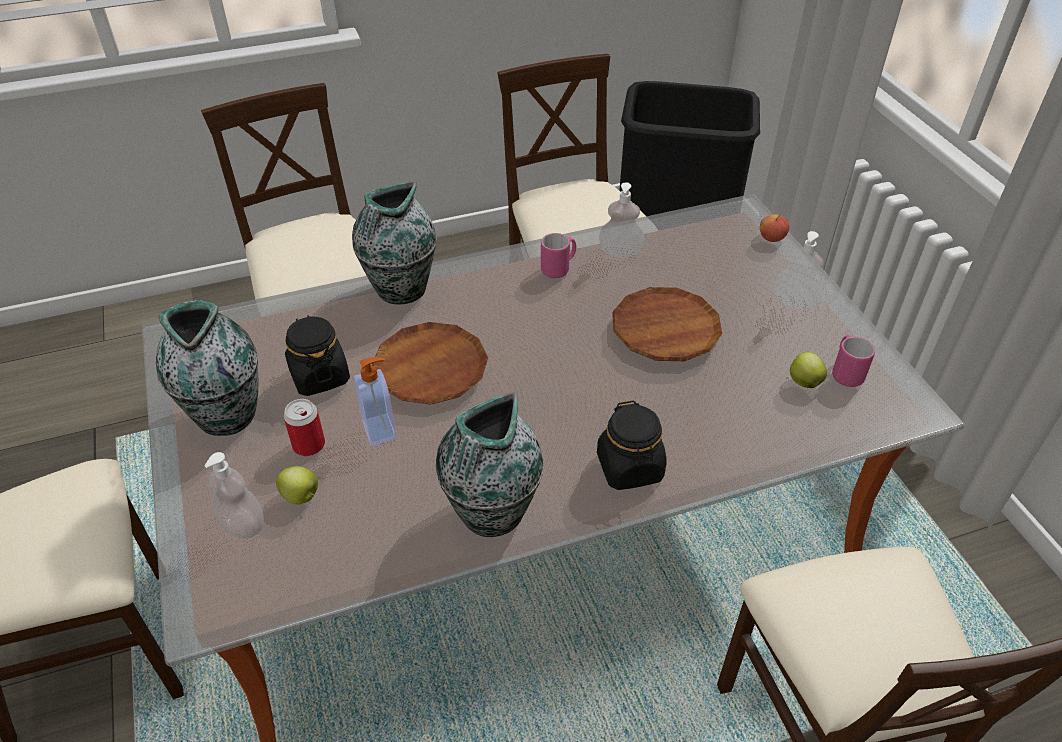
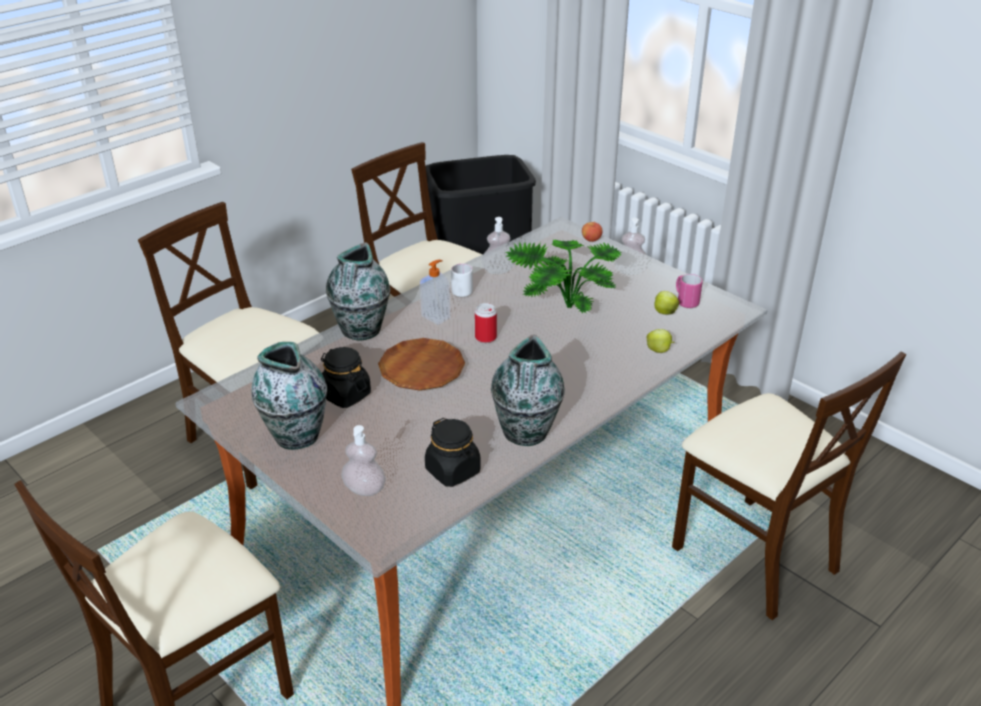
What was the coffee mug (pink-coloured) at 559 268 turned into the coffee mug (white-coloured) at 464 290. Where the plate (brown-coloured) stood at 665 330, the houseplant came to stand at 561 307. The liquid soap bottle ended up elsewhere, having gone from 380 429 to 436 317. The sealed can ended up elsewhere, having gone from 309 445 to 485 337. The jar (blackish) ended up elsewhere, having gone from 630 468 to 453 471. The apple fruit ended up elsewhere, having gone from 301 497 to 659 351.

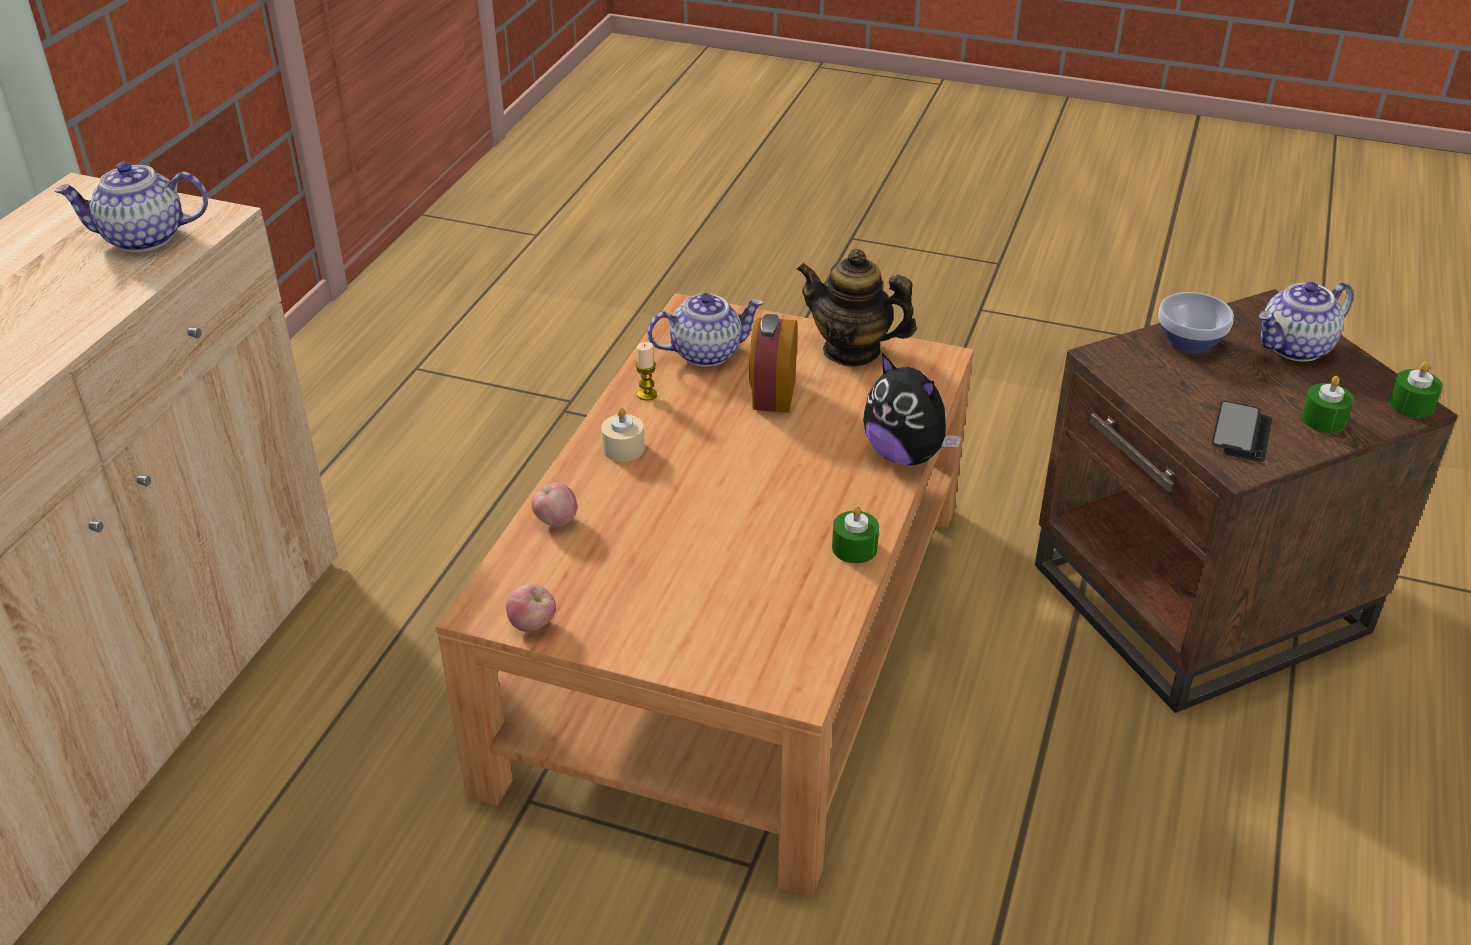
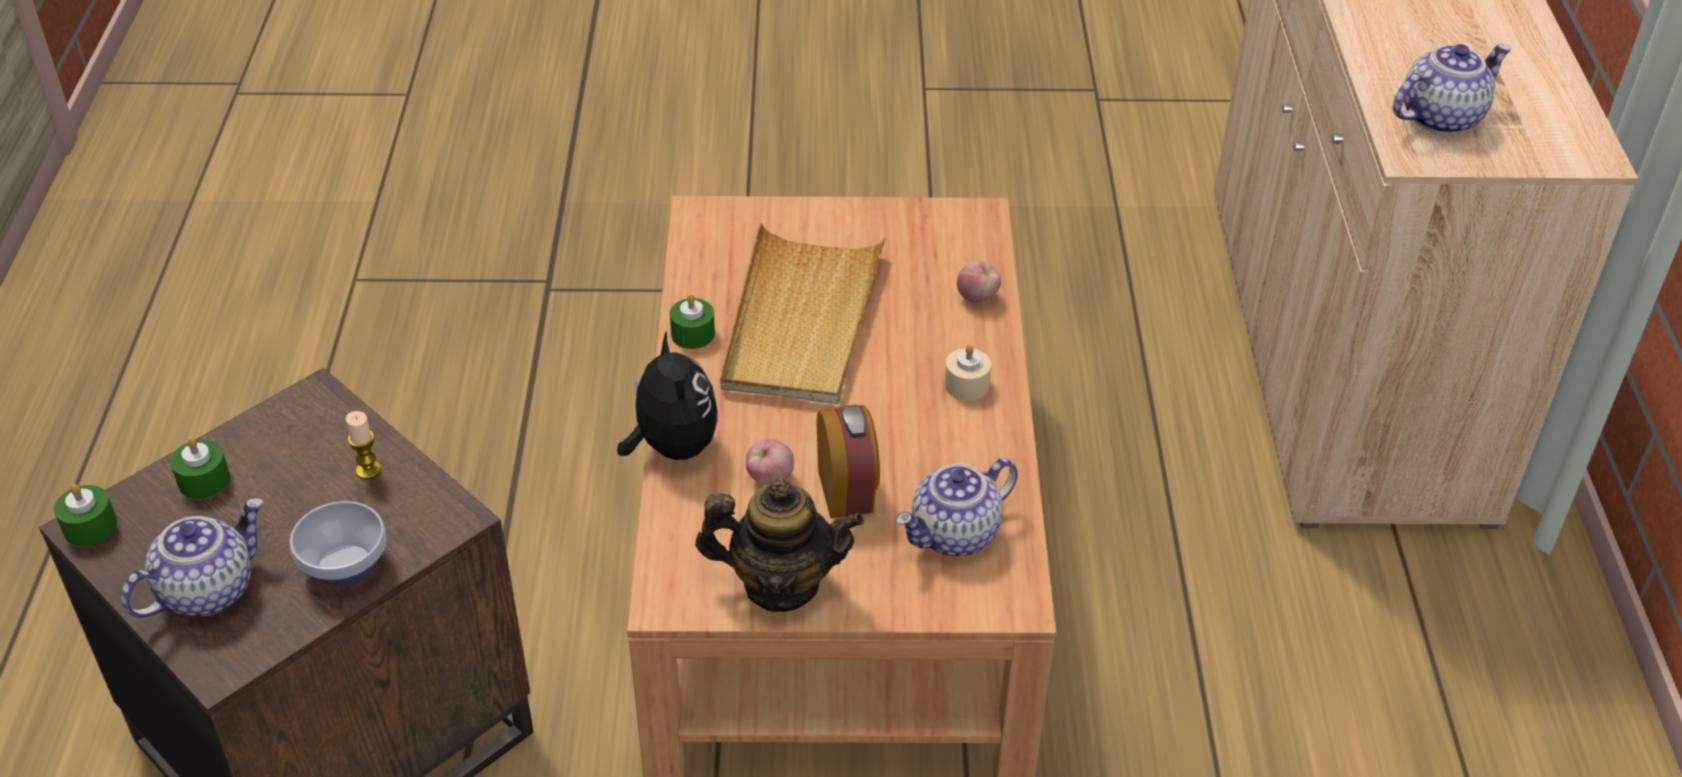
The wax light ended up elsewhere, having gone from 647 394 to 368 470. The plush toy at 905 455 ended up facing another way, 45 degrees clockwise from before. The second view lost the handset at 1241 433. The apple fruit ended up elsewhere, having gone from 533 625 to 770 478. The second view gained the serving tray (sand-coloured) at 801 321.

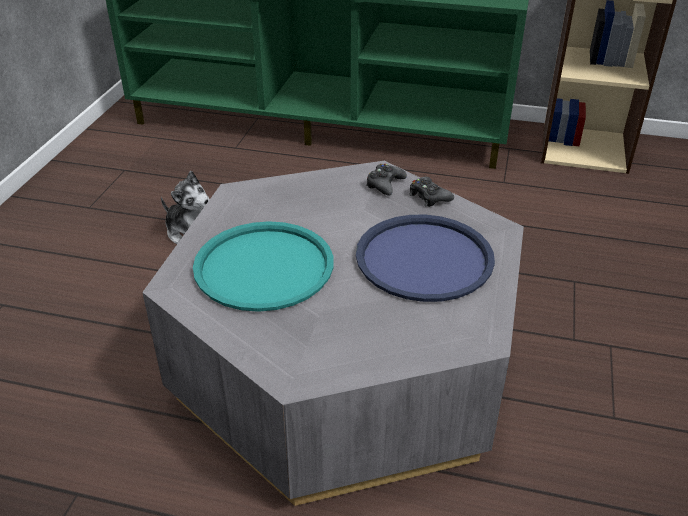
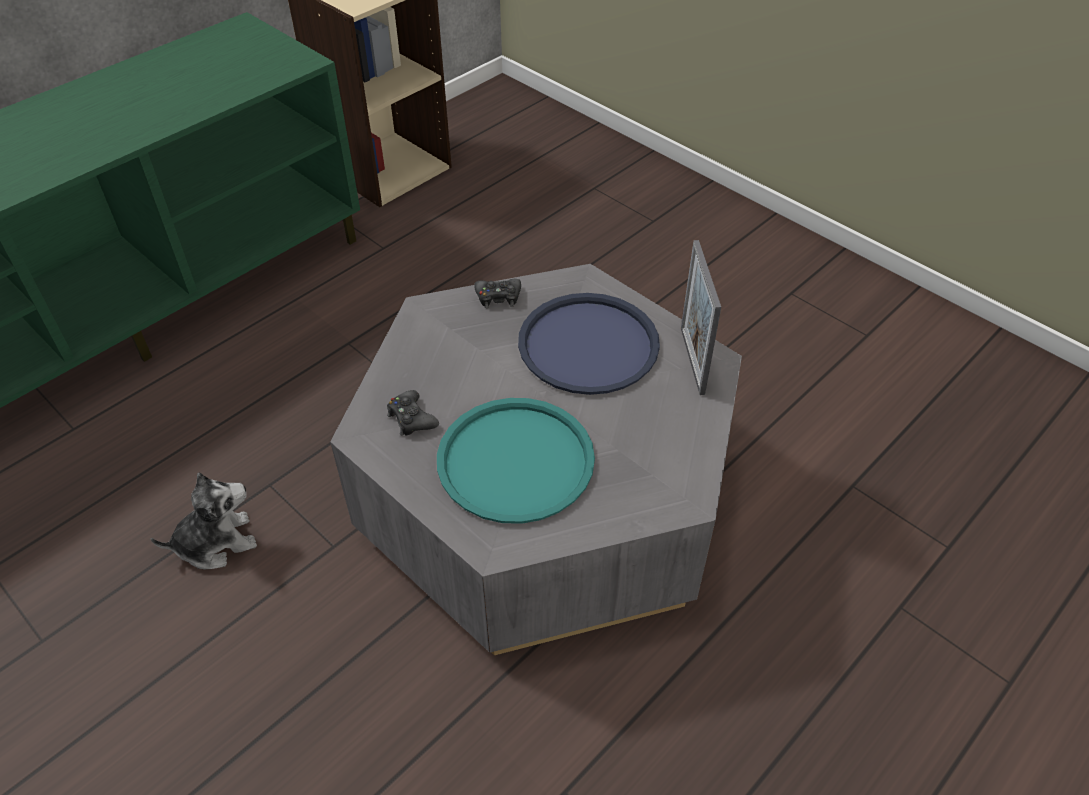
The game controller (blackish) ended up elsewhere, having gone from 385 184 to 411 418. The second view gained the standing frame at 692 360.

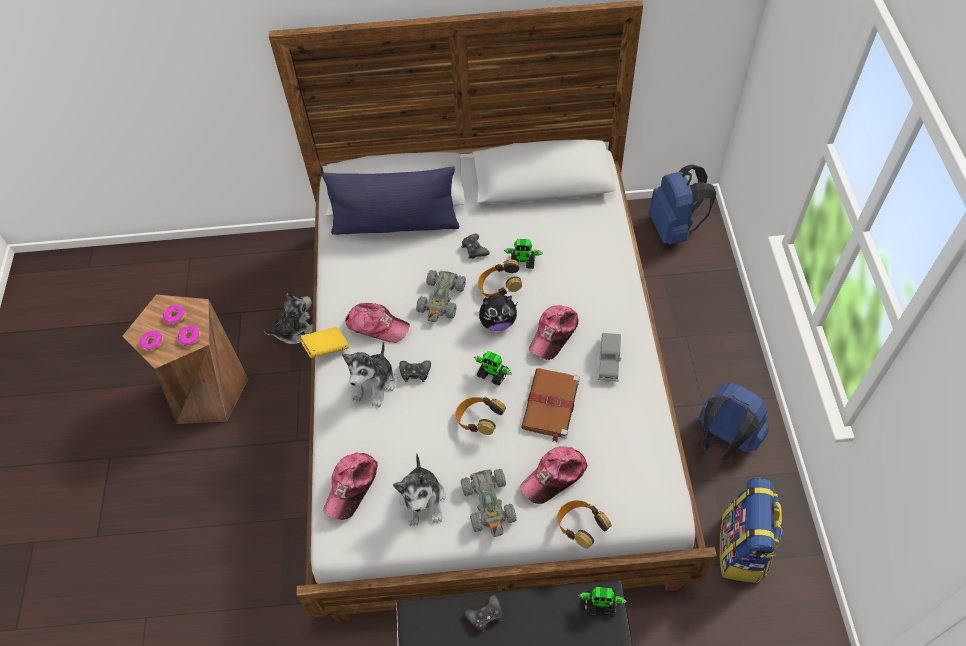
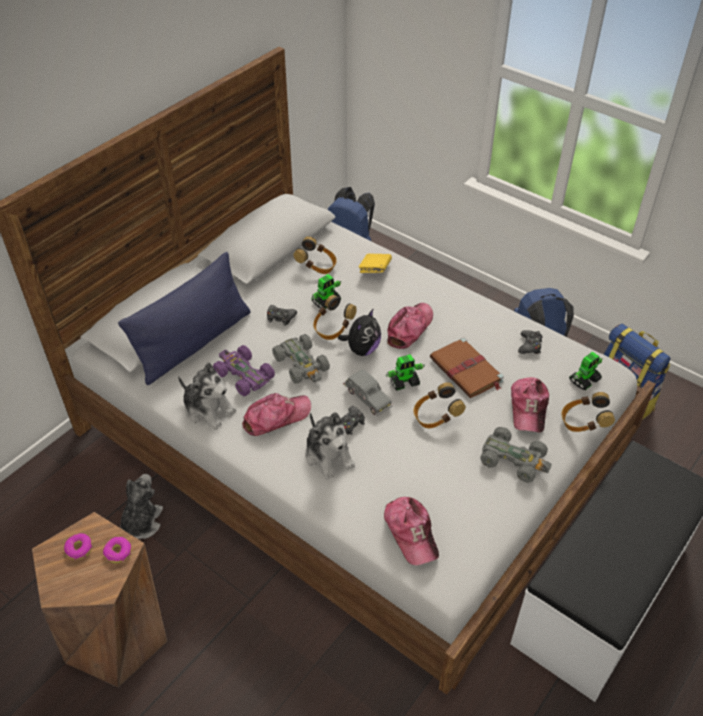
The cap at 554 334 ended up facing another way, 135 degrees counterclockwise from before. The book (yellow-coloured) ended up elsewhere, having gone from 326 348 to 375 271. The second view lost the doughnut at 153 343. The miniature car (gray) ended up elsewhere, having gone from 609 360 to 367 398. The plush toy ended up elsewhere, having gone from 423 500 to 208 409. The model robot ended up elsewhere, having gone from 601 604 to 584 380. The game controller (blackish) ended up elsewhere, having gone from 485 615 to 530 346. The second view gained the headphones at 317 266. The second view gained the miniature car (purple) at 243 375.

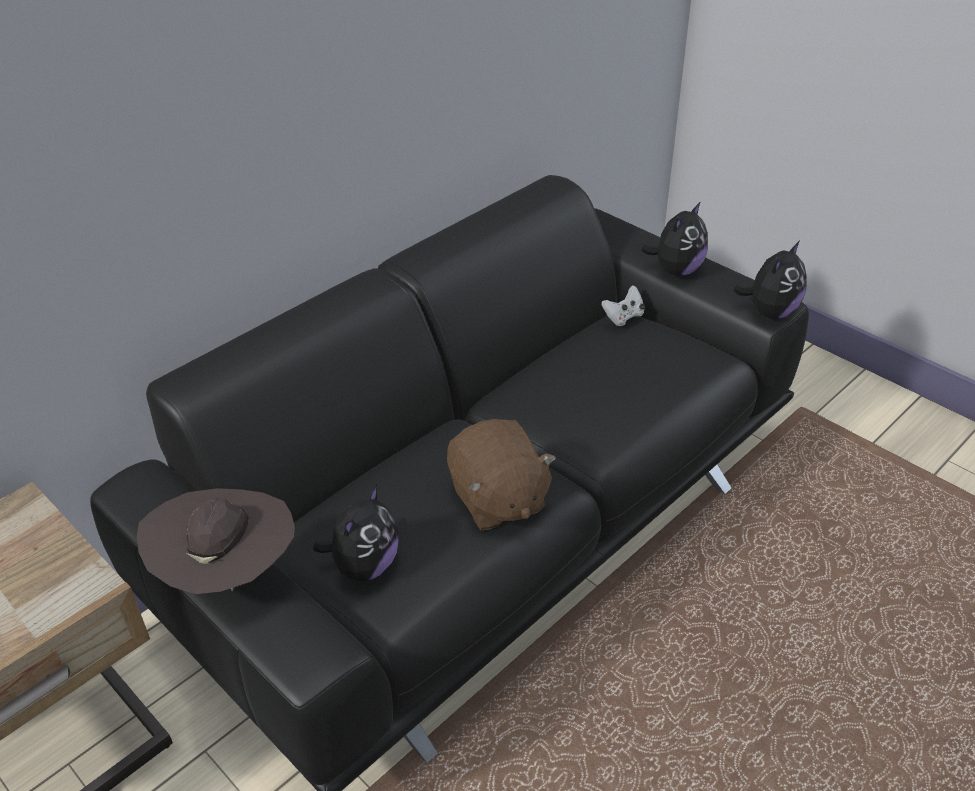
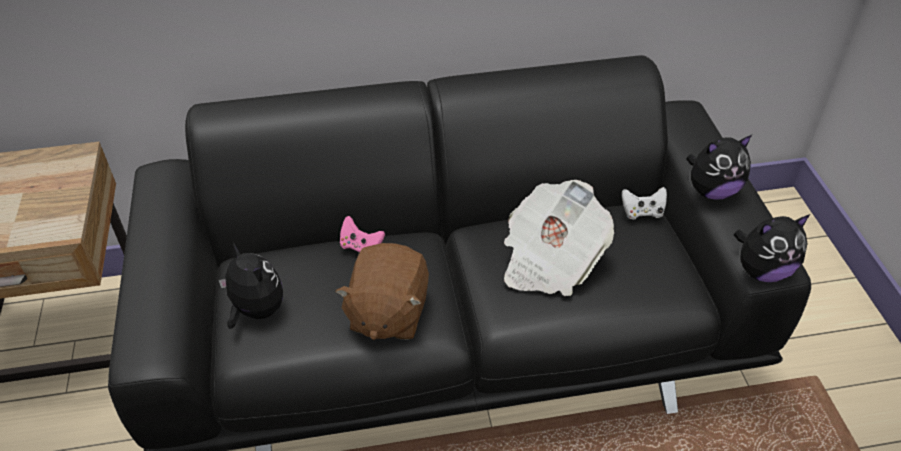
The plush toy at 364 565 ended up facing another way, 105 degrees counterclockwise from before. The second view lost the hat (brown-coloured) at 228 573. The second view gained the daily paper at 550 259. The second view gained the game controller (pink-coloured) at 361 247.

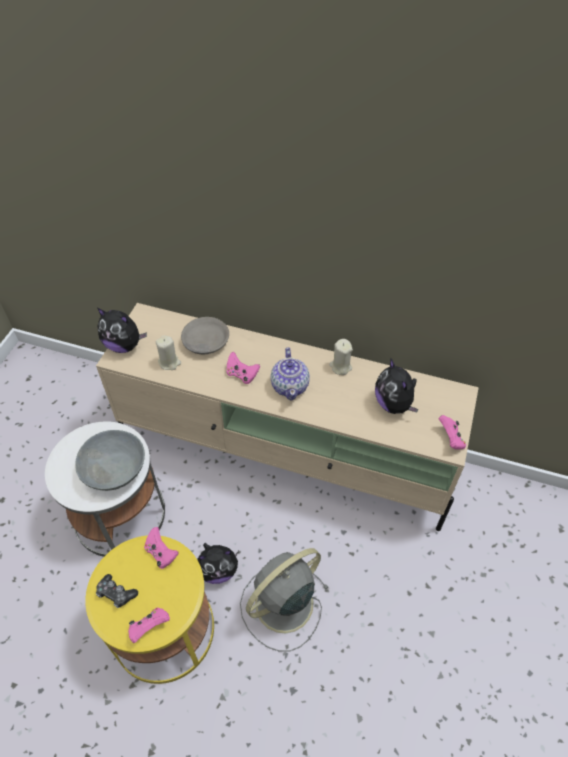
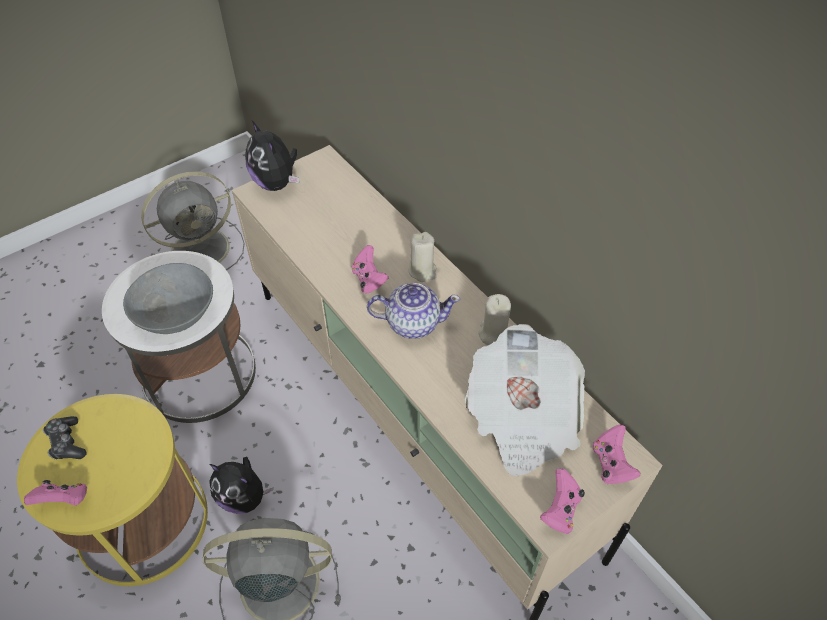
The second view lost the bowl (gray) at 205 342. The wax light (sand-coloured) ended up elsewhere, having gone from 169 362 to 422 271. The pot for tea at 290 386 ended up facing another way, 120 degrees counterclockwise from before. Where the plush toy stood at 394 404, the daily paper came to stand at 522 418. The game controller (pink-coloured) ended up elsewhere, having gone from 161 553 to 611 464. The second view gained the fan (gray) at 203 248.

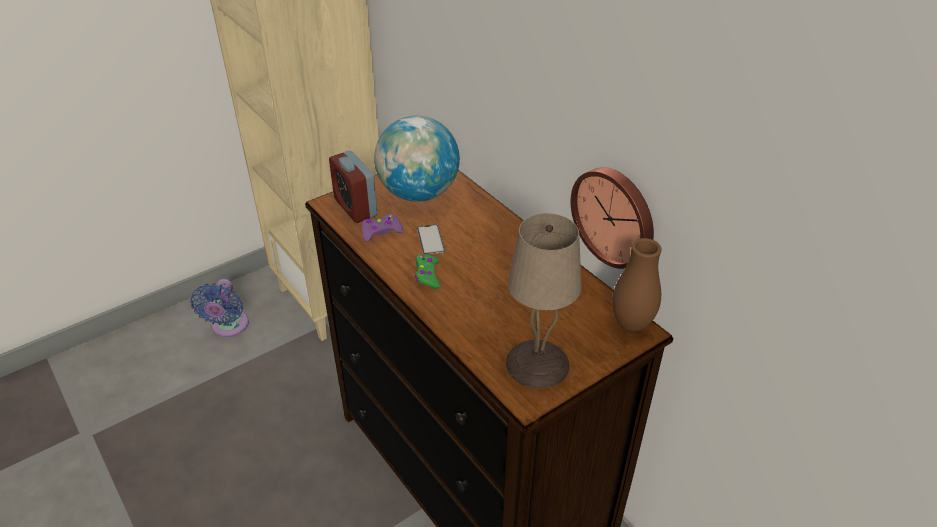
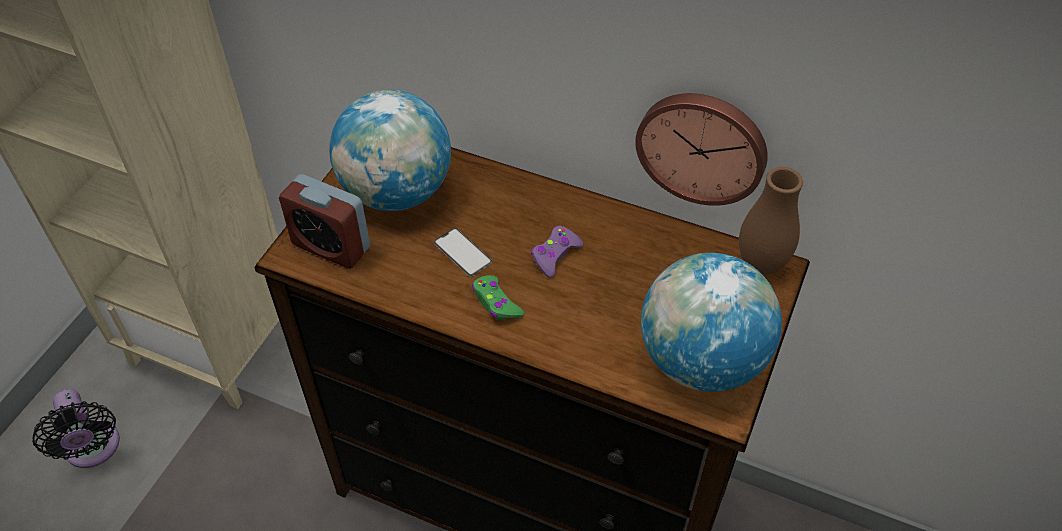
Where the table lamp (sand-coloured) stood at 536 363, the desk globe came to stand at 701 360. The game controller (purple) ended up elsewhere, having gone from 381 232 to 555 255. What was the fan (bluish) at 229 327 turned into the fan (blackish) at 93 449.

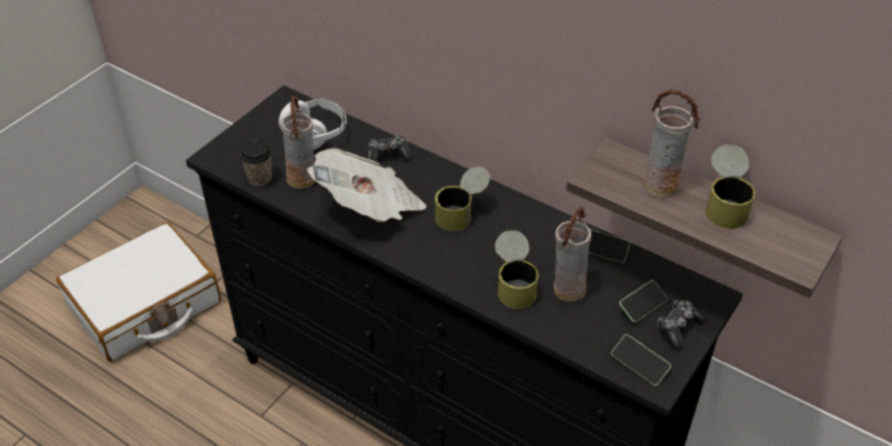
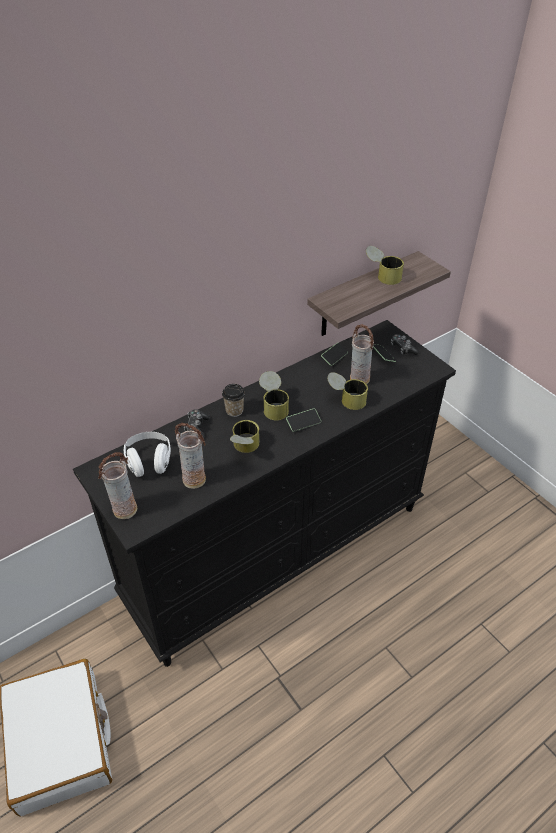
The vase ended up elsewhere, having gone from 660 185 to 124 509. The cup ended up elsewhere, having gone from 260 178 to 234 411. Where the daily paper stood at 370 207, the sealed can came to stand at 244 449. The handset ended up elsewhere, having gone from 639 365 to 303 423.

